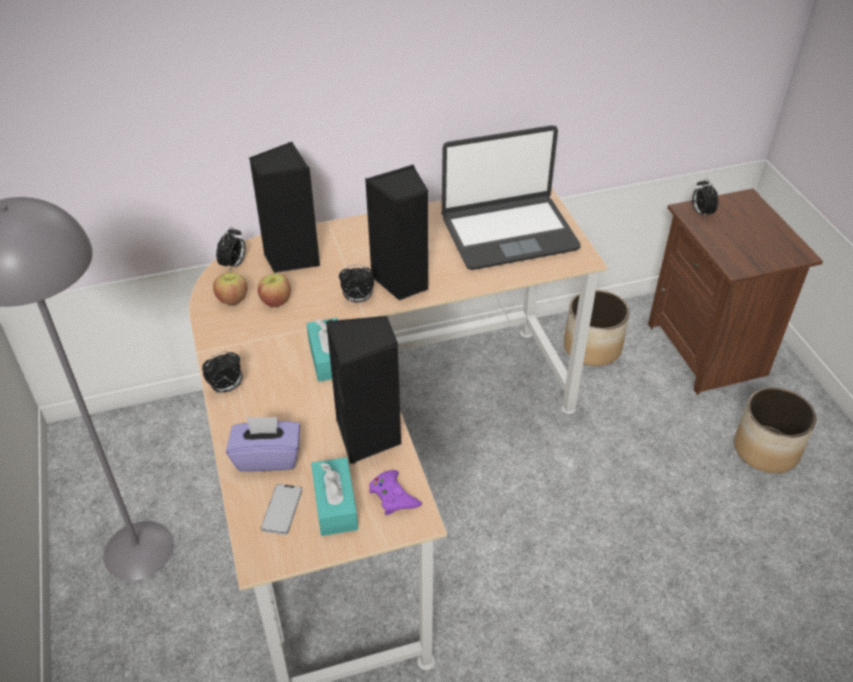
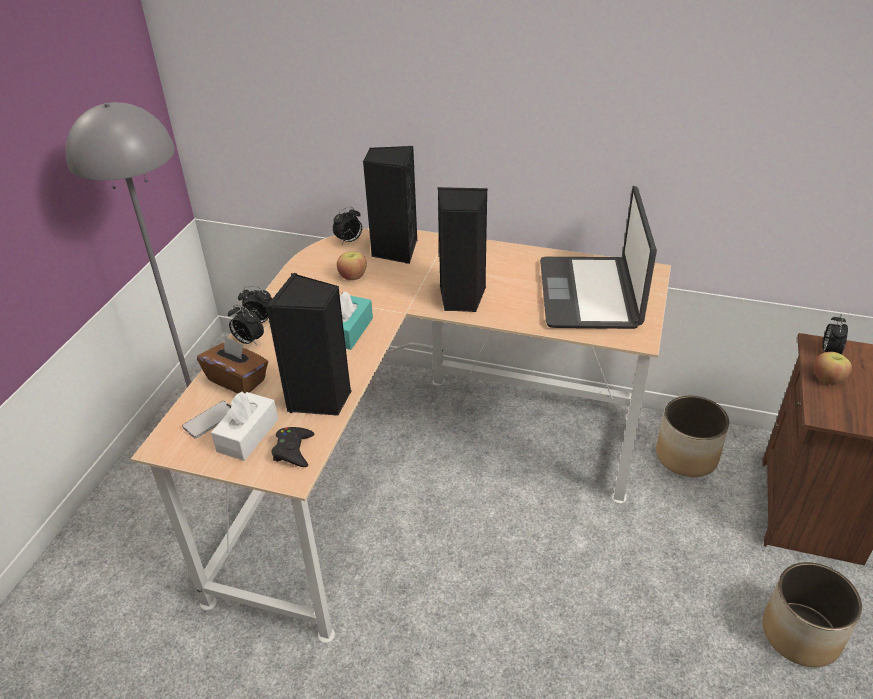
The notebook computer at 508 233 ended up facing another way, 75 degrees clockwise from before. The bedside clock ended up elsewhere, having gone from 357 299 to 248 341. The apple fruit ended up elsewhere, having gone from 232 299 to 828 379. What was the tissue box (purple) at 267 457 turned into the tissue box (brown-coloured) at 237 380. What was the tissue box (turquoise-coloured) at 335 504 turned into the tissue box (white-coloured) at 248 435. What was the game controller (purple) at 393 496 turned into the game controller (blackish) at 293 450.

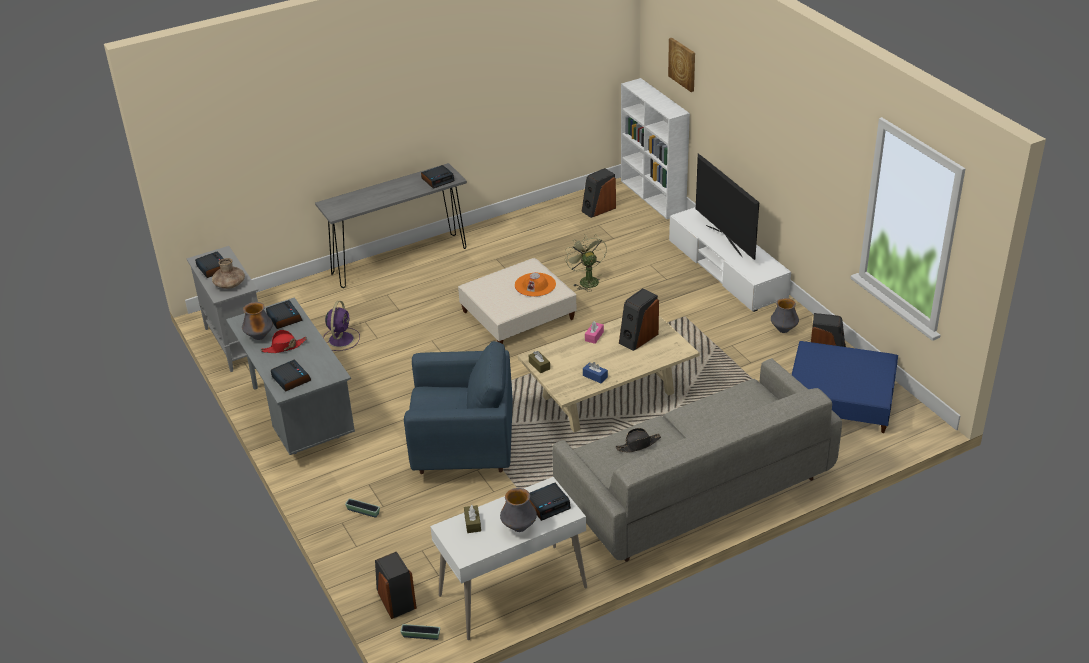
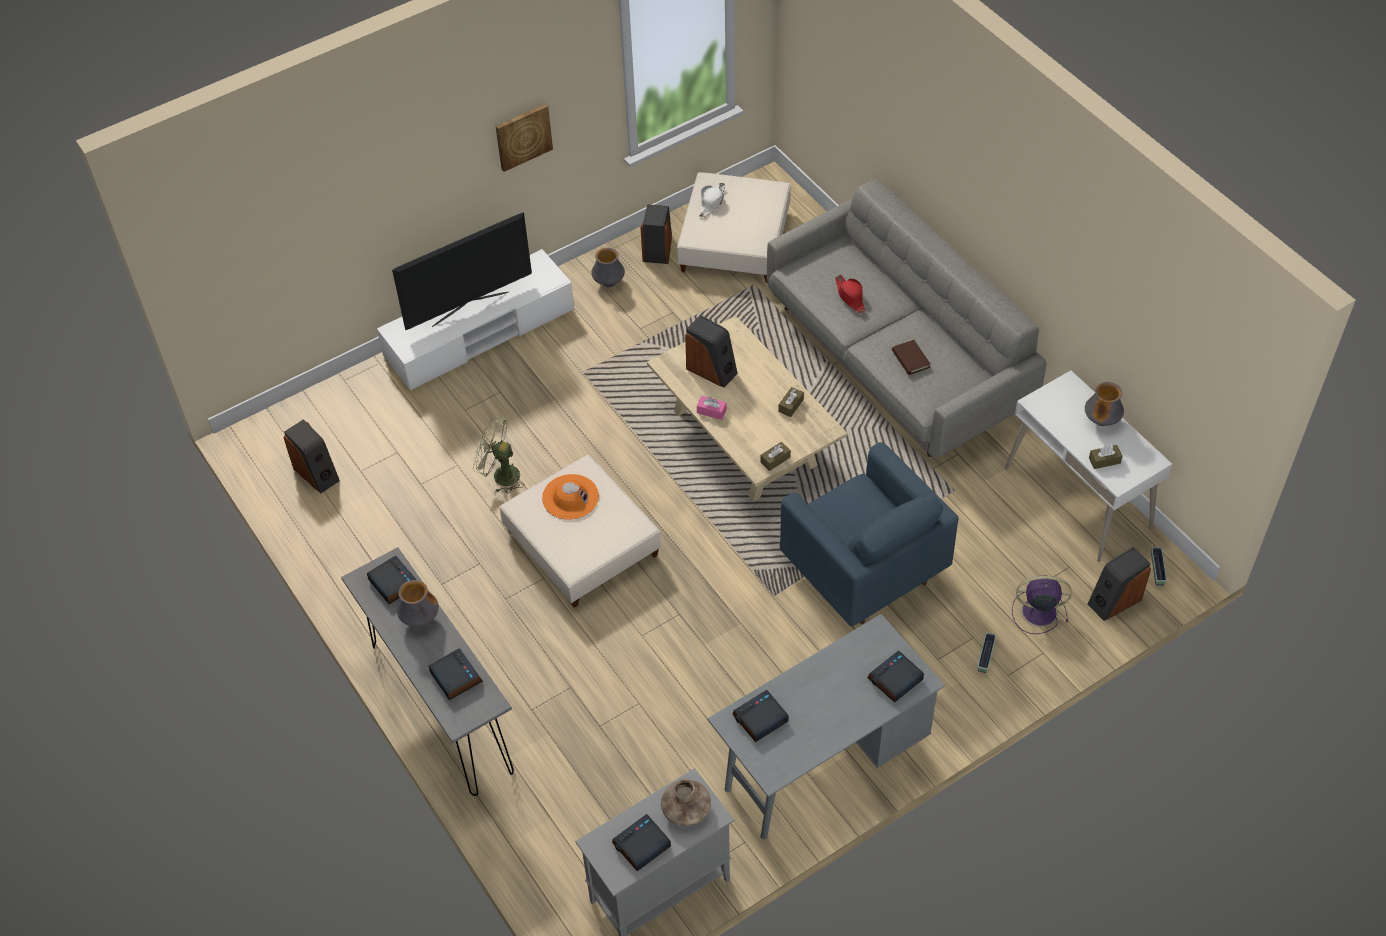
The wall art ended up elsewhere, having gone from 683 64 to 523 136. The second view lost the shelving unit (white-coloured) at 653 197. The fan (green) at 586 280 ended up facing another way, 45 degrees clockwise from before. The fan (purple) ended up elsewhere, having gone from 341 339 to 1037 612. The vase ended up elsewhere, having gone from 259 337 to 420 619. The hat (red) ended up elsewhere, having gone from 284 347 to 850 297. The armchair (bluish) at 463 450 ended up facing another way, 150 degrees clockwise from before. What was the footrest (bluish) at 840 399 turned into the footrest (sand-coloured) at 734 241. What was the tissue box (bluish) at 595 376 turned into the tissue box (brown-coloured) at 791 405. Where the hat (blackish) stood at 638 444, the book (brown-coloured) came to stand at 910 359. The bedside clock ended up elsewhere, having gone from 548 504 to 455 677. The second view gained the hat (white-coloured) at 712 202.

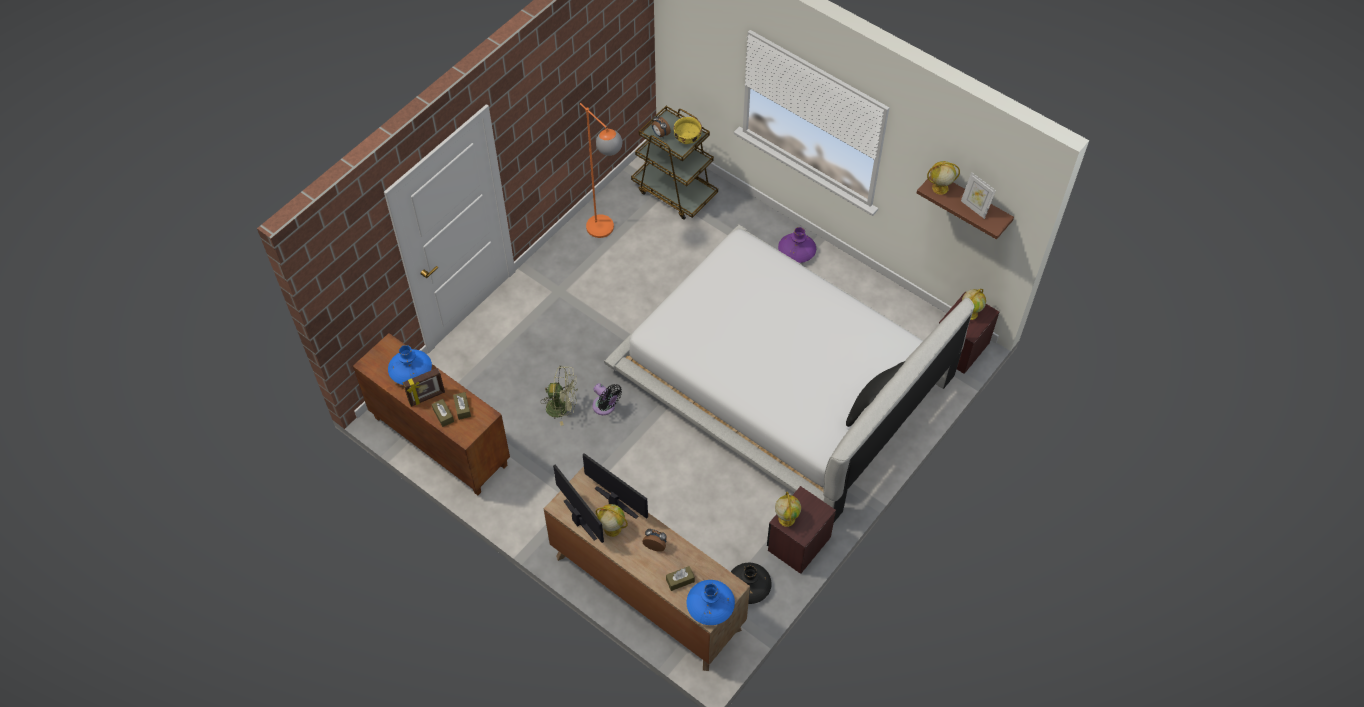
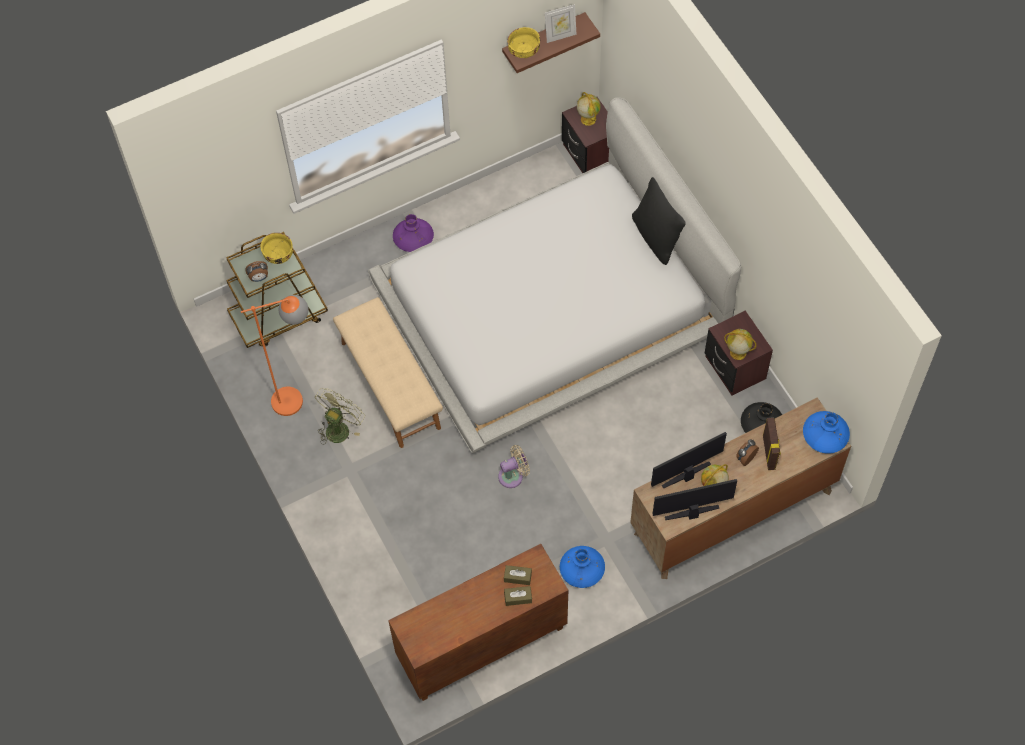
Where the desk globe stood at 939 188, the bowl (yellow-coloured) came to stand at 524 52. The vase (bluish) ended up elsewhere, having gone from 411 371 to 582 570. The fan (green) ended up elsewhere, having gone from 562 408 to 339 427. The standing frame ended up elsewhere, having gone from 427 397 to 769 452. What was the fan (blackish) at 605 407 turned into the fan (sand-coloured) at 513 476. The second view lost the tissue box (brown-coloured) at 680 580. The second view gained the indoor bench (sand-coloured) at 391 384.

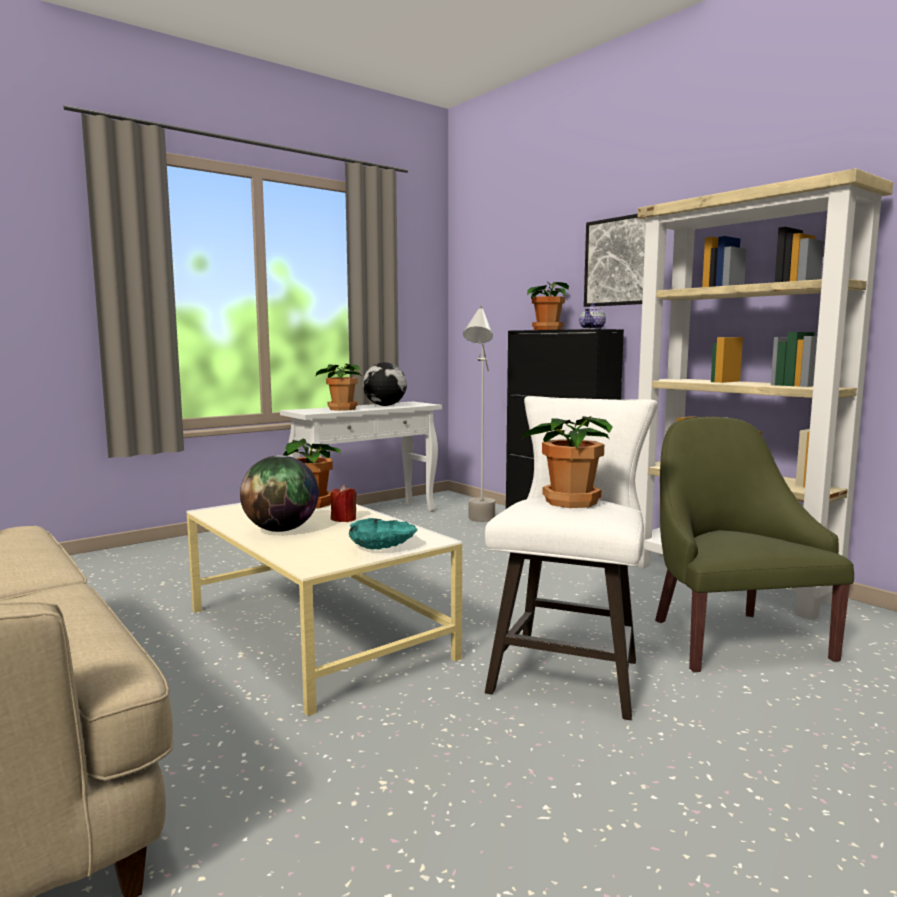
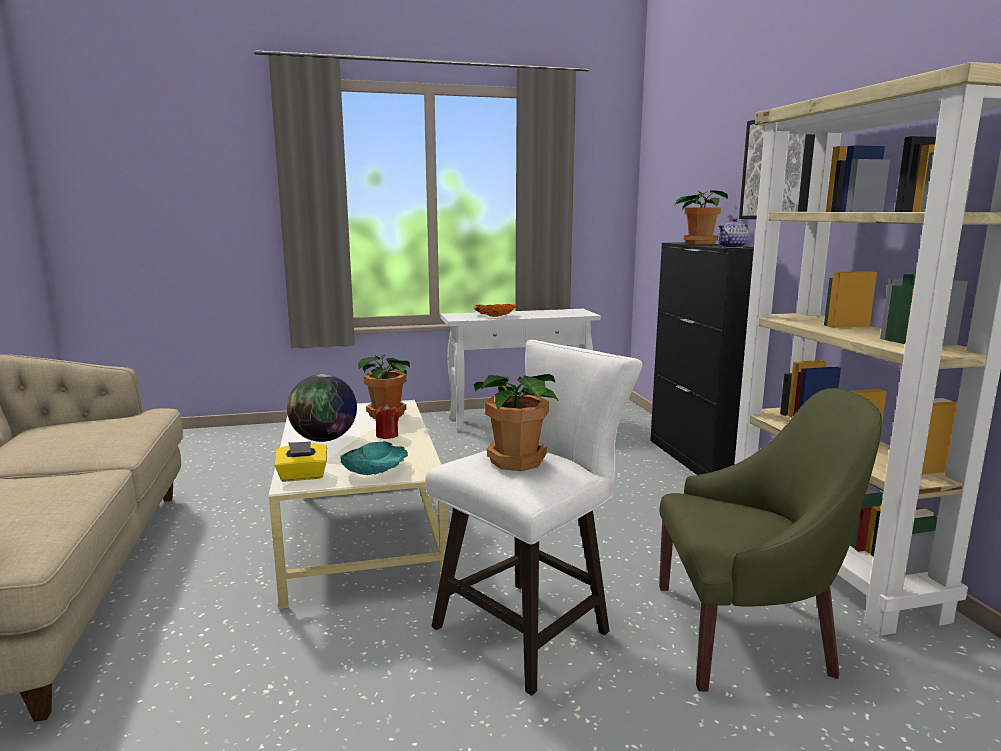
The second view lost the standard lamp (gray) at 479 524. The second view lost the desk globe at 385 405. Where the houseplant stood at 341 409, the bowl (orange) came to stand at 494 315. The armchair (green) at 731 638 ended up facing another way, 75 degrees clockwise from before. The second view gained the tissue box (yellow-coloured) at 302 476.

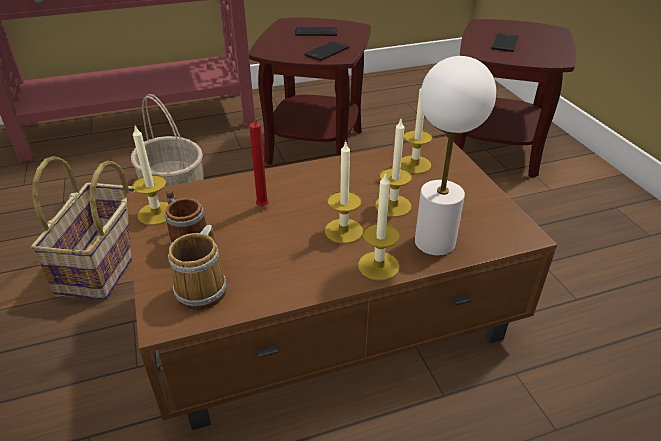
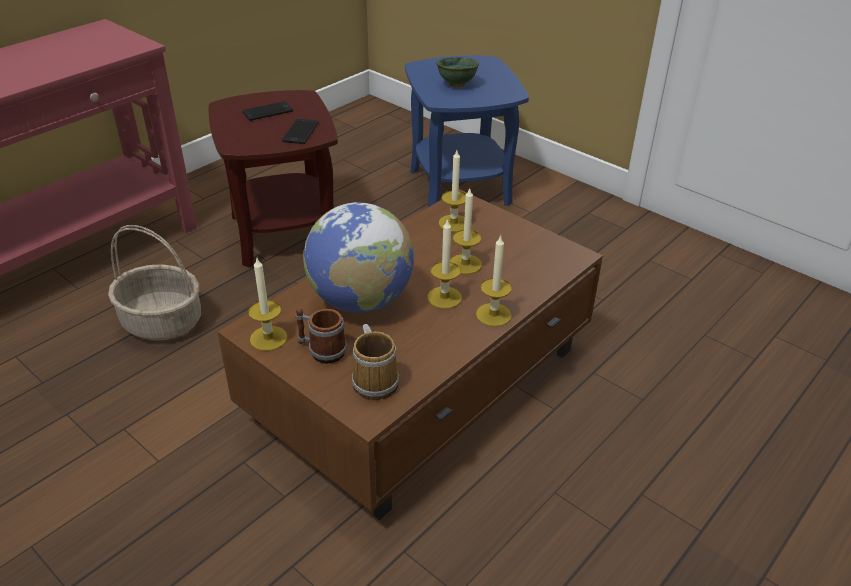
What was the accent table (brown-coloured) at 494 149 turned into the accent table (bluish) at 459 187. Where the handset stood at 505 43, the bowl (green) came to stand at 456 85. The second view lost the table lamp (white-coloured) at 434 242. Where the wax light (red) stood at 264 207, the desk globe came to stand at 361 300. The second view lost the household basket at 105 262.

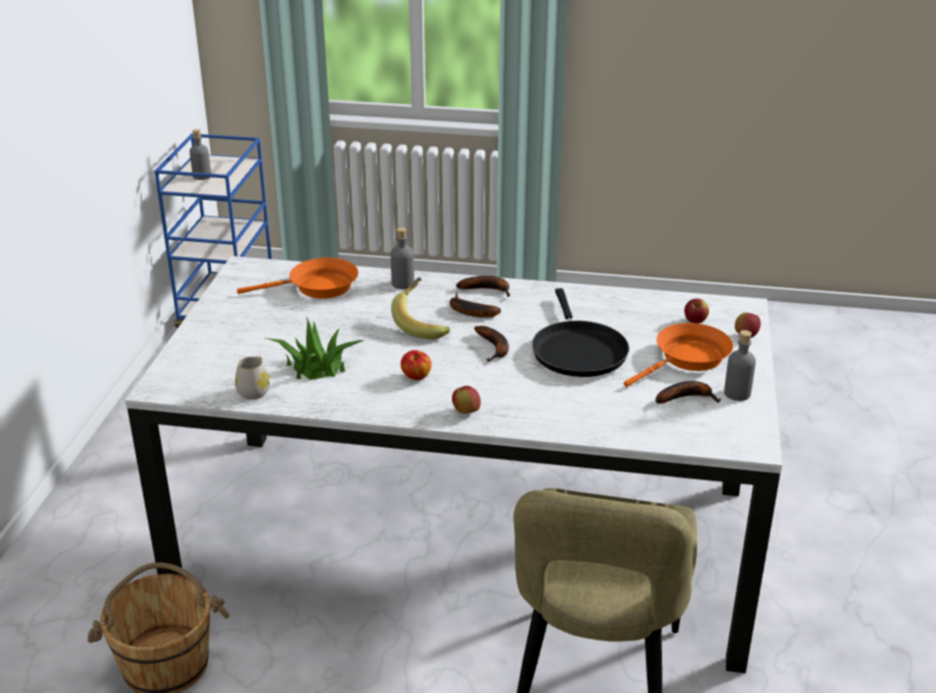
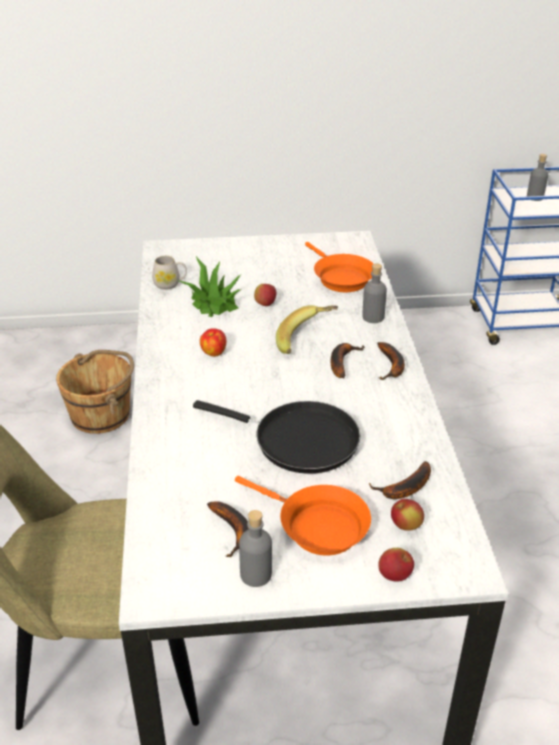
The pan (blackish) at 577 350 ended up facing another way, 135 degrees counterclockwise from before. The banana ended up elsewhere, having gone from 494 348 to 405 489. The apple fruit ended up elsewhere, having gone from 466 412 to 265 304.

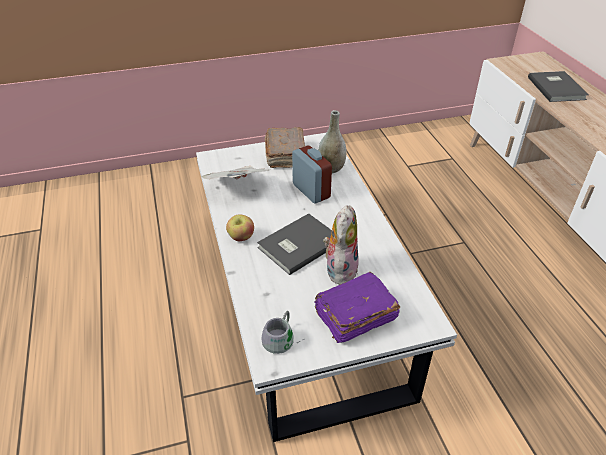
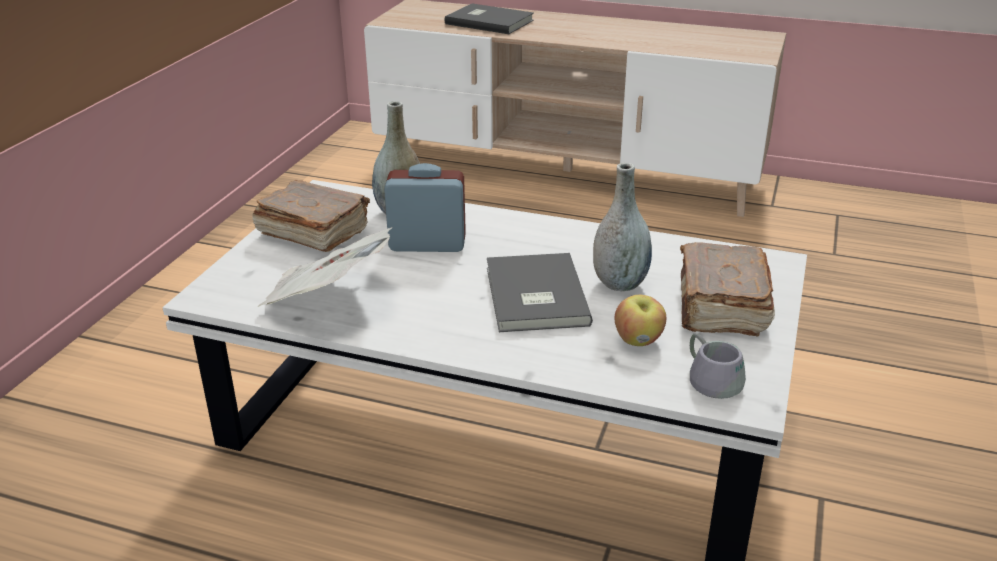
Where the plush toy stood at 340 269, the vase (gray) came to stand at 620 283. The apple fruit ended up elsewhere, having gone from 241 237 to 639 340. What was the book (purple) at 354 316 turned into the book (brown-coloured) at 720 307.

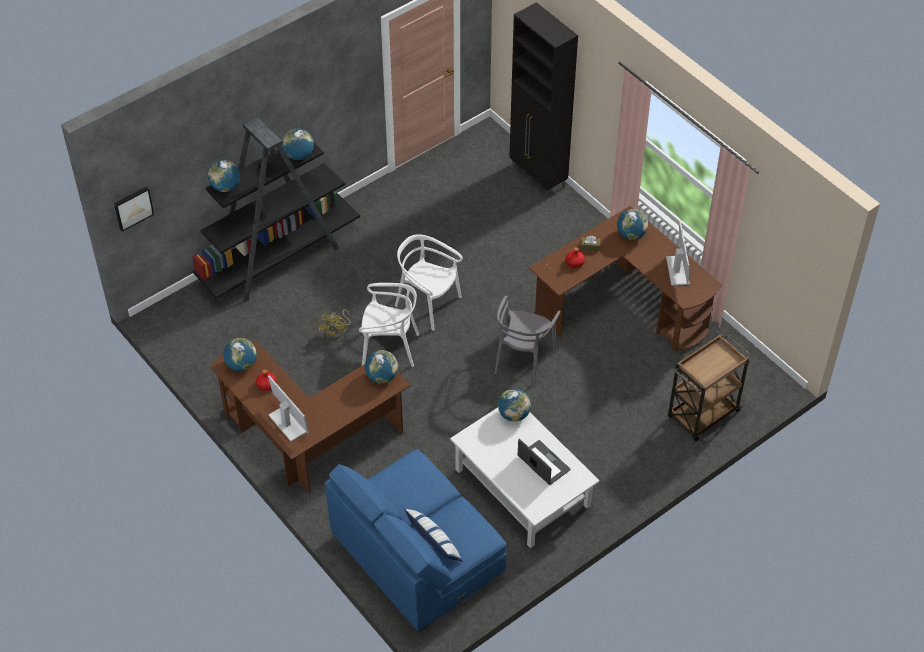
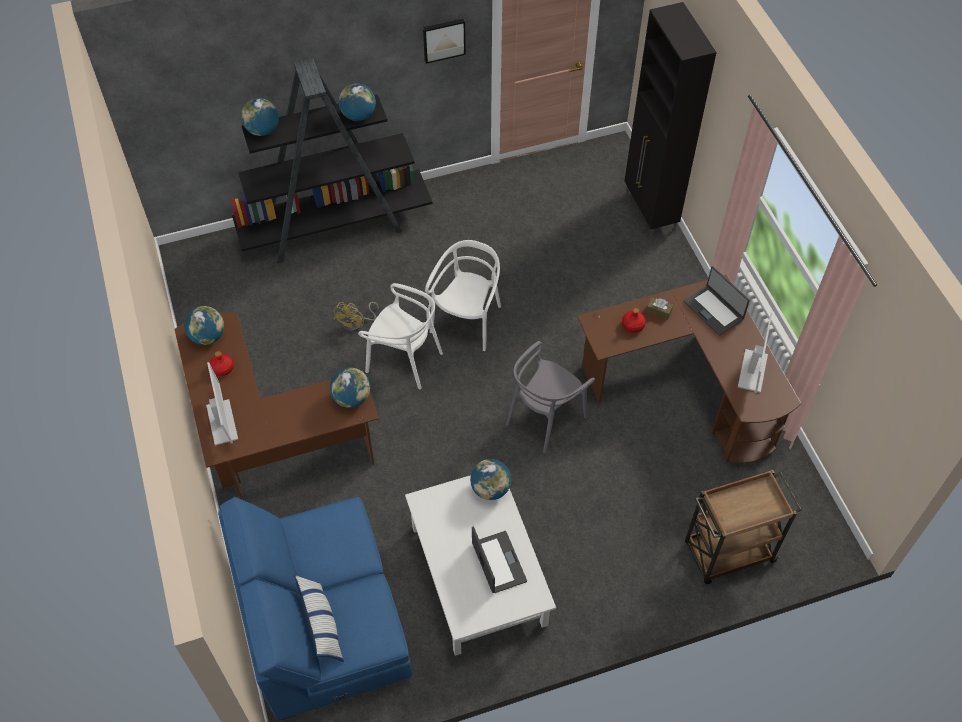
The wall art ended up elsewhere, having gone from 133 207 to 443 39. Where the desk globe stood at 631 234, the notebook computer came to stand at 714 310. The chair (white-coloured) at 427 304 ended up facing another way, 60 degrees clockwise from before.

